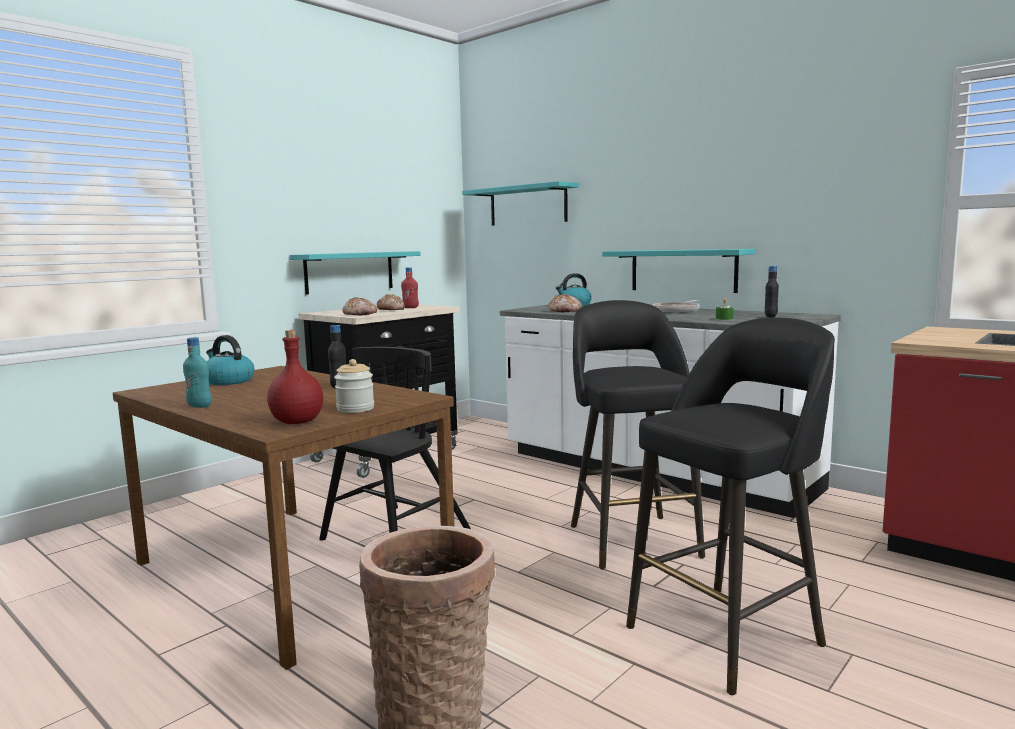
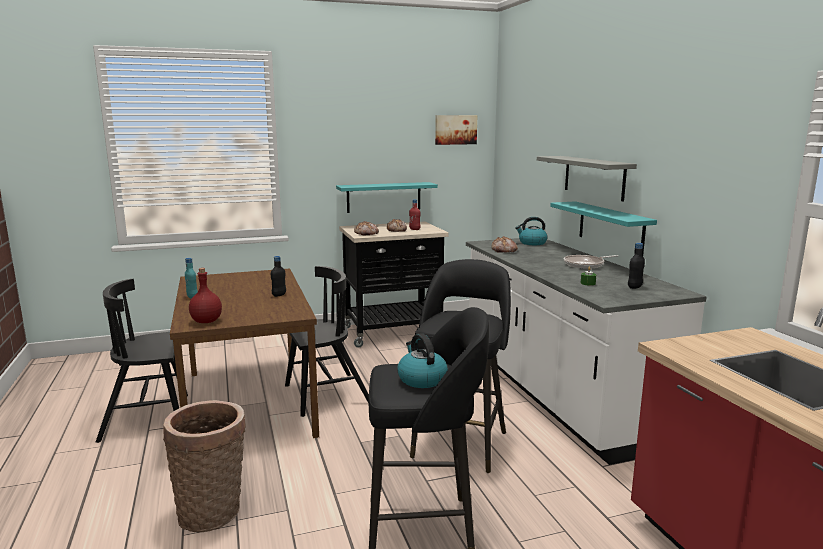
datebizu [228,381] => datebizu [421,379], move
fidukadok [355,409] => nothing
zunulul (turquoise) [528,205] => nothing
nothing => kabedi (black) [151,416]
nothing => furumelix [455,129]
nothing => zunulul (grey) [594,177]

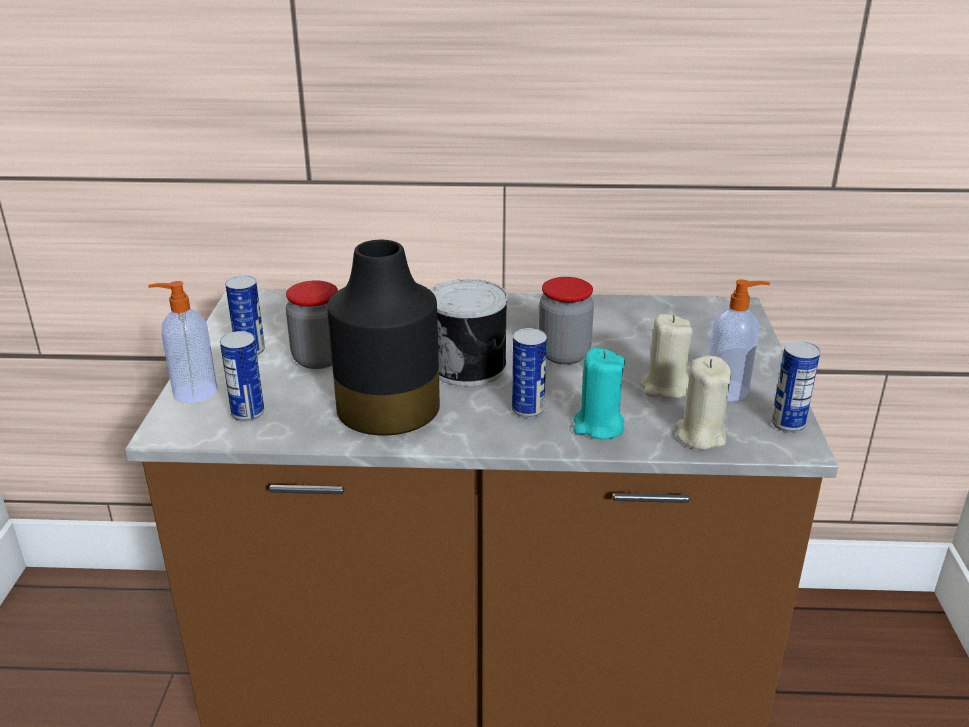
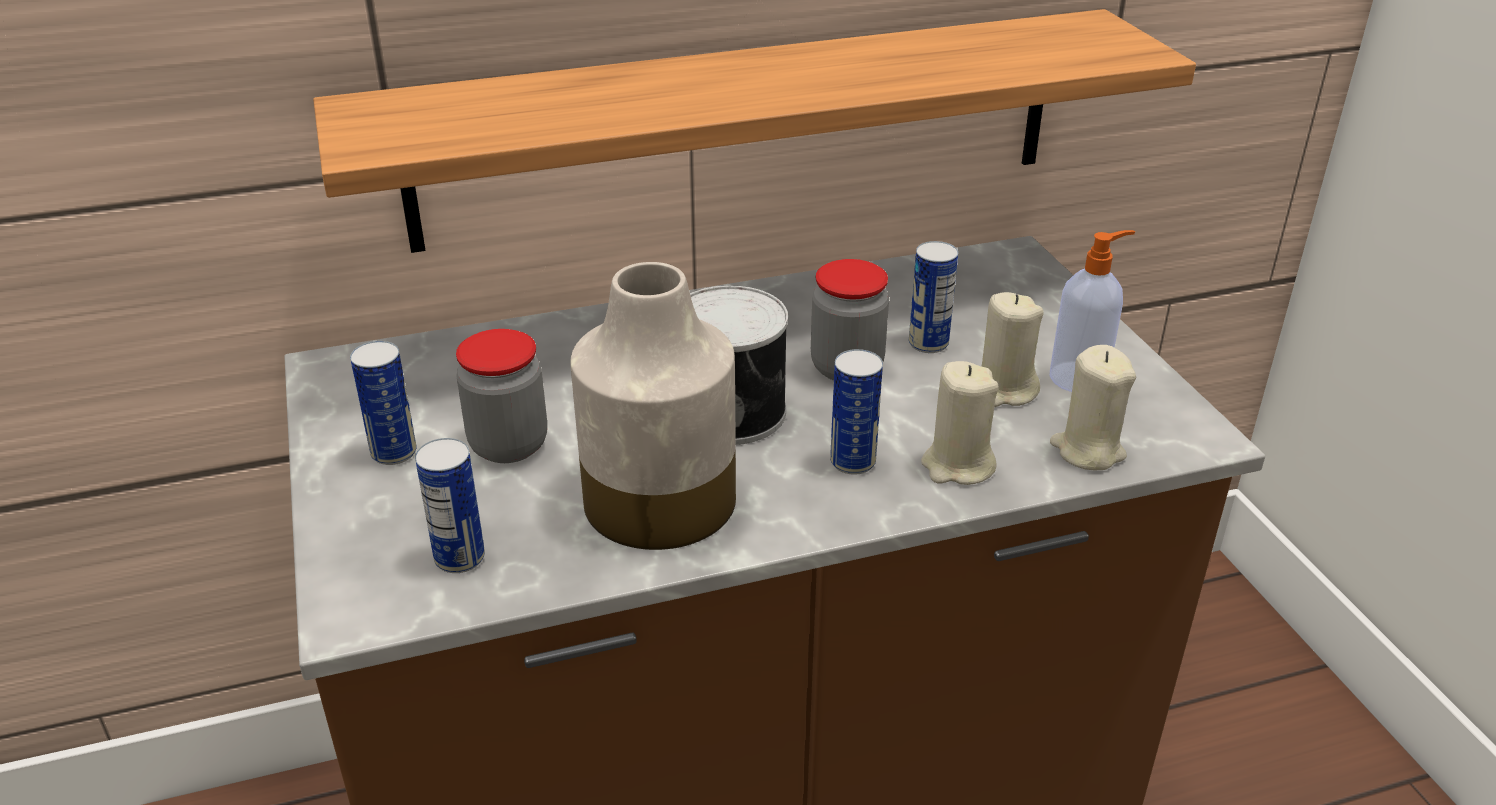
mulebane [193,392] => nothing
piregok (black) [387,405] => piregok (beige) [658,498]
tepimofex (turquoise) [598,426] => tepimofex (beige) [957,466]
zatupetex [787,424] => zatupetex [928,343], move
nothing => zunulul [740,128]

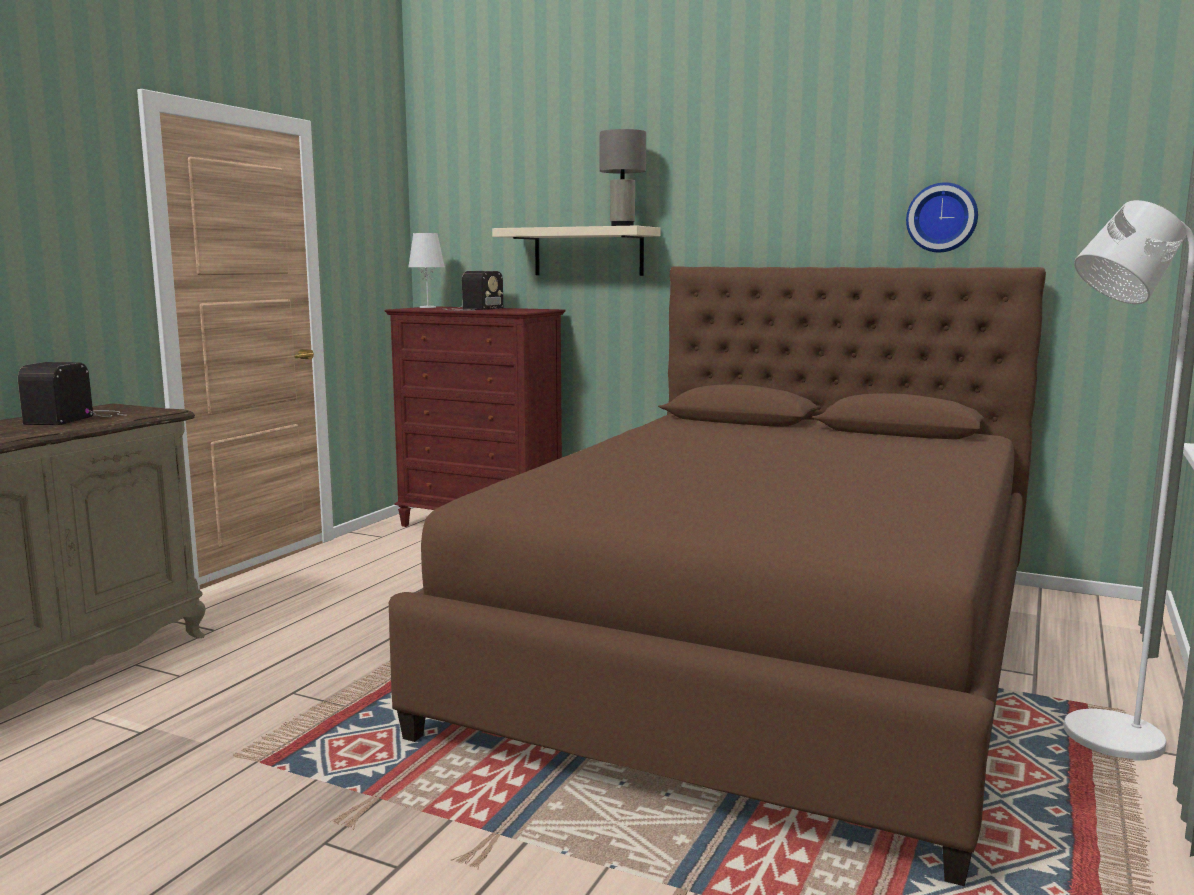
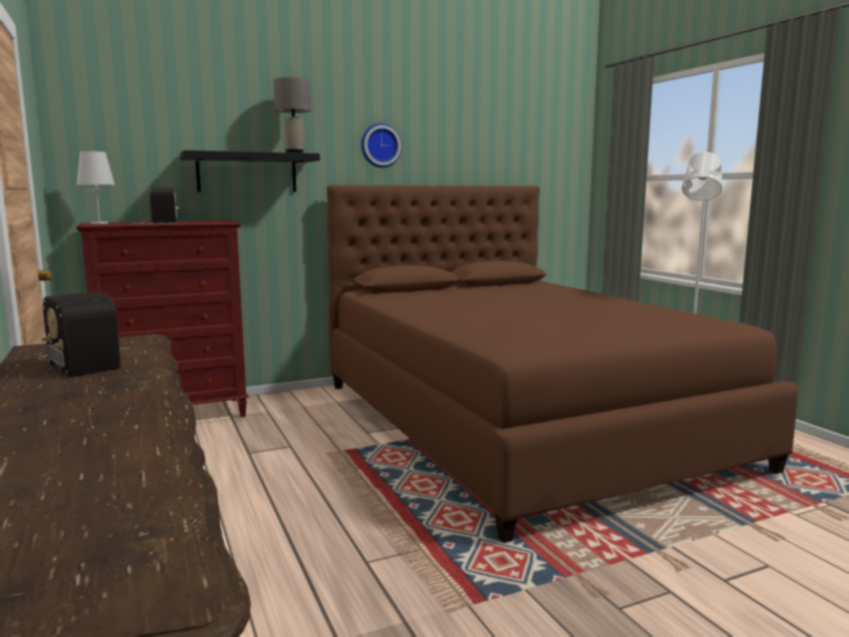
zunulul (beige) [588,252] => zunulul (black) [247,173]
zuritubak [942,218] => zuritubak [380,145], move

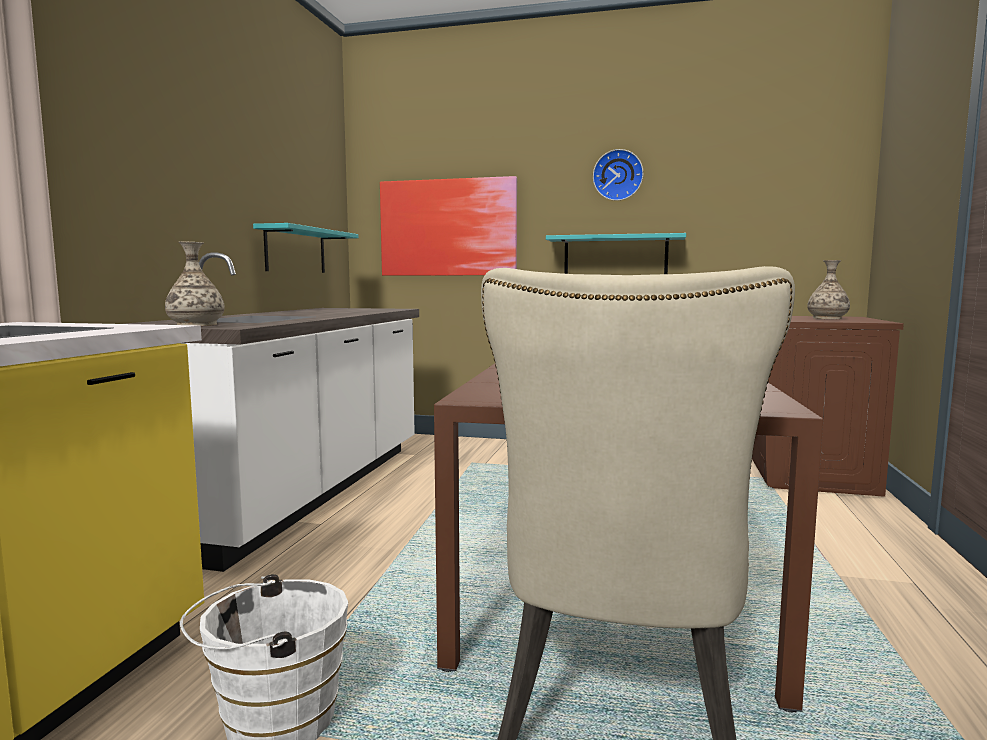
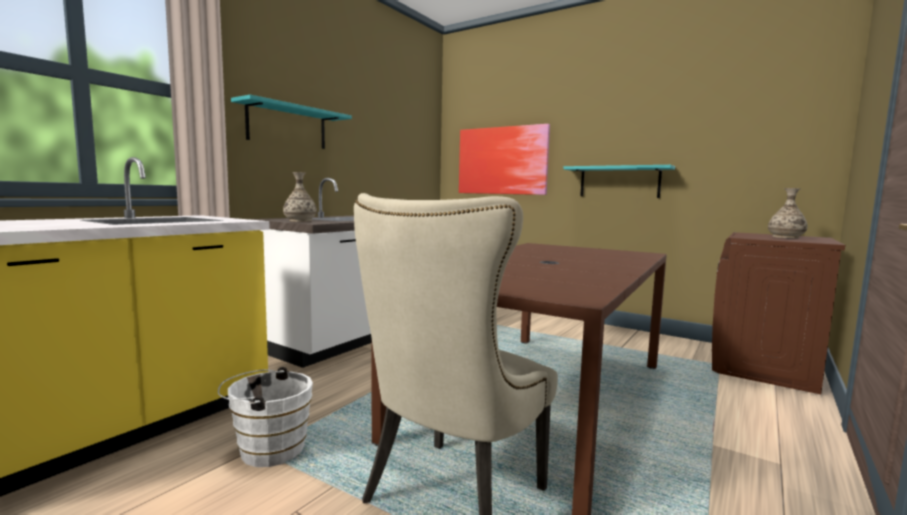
zunulul (turquoise) [295,251] => zunulul (turquoise) [287,126], move
zuritubak [618,175] => nothing

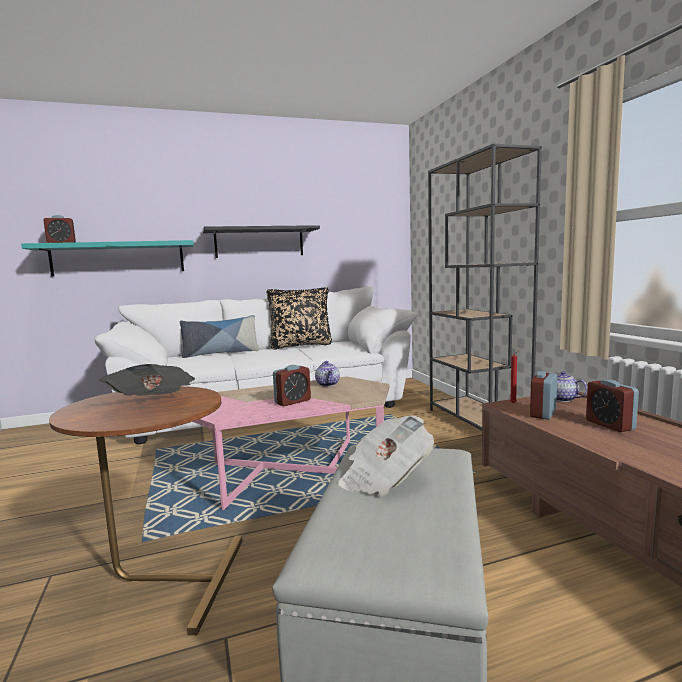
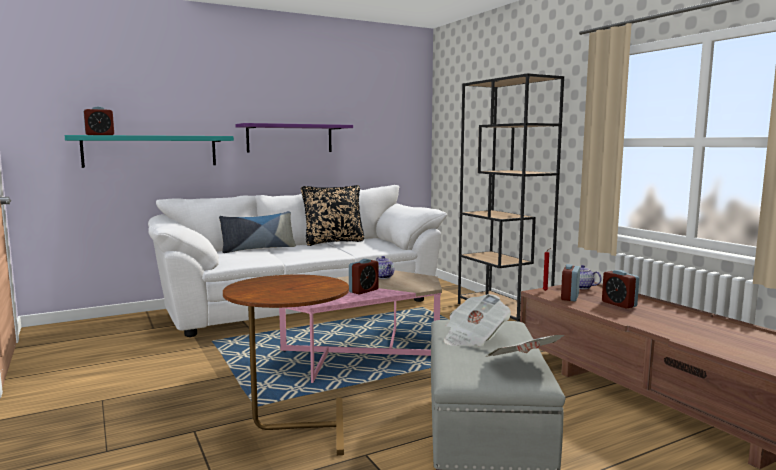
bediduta [153,405] => bediduta [522,365], move
zunulul (black) [259,242] => zunulul (purple) [290,138]

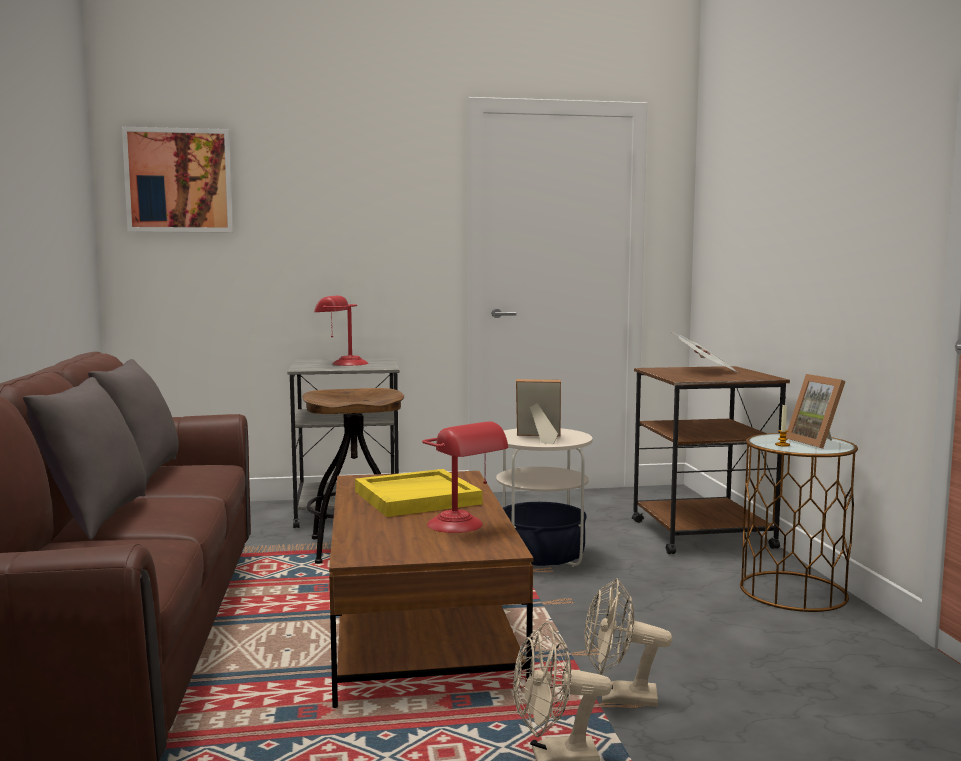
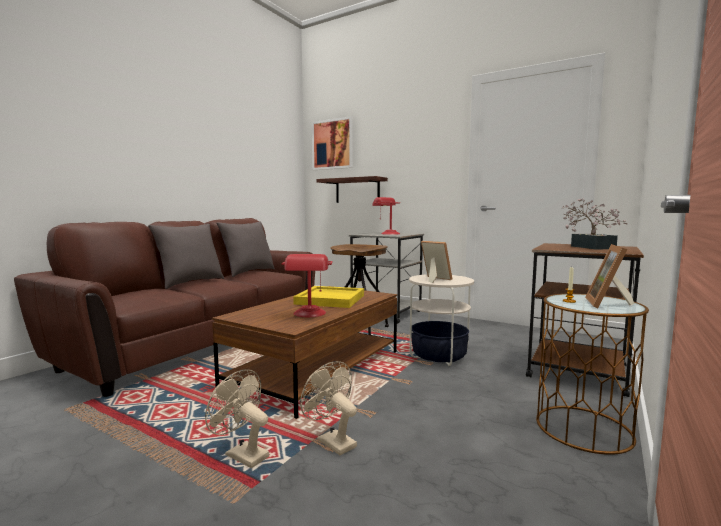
bediduta [706,371] => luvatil [589,247]
nothing => zunulul [357,190]

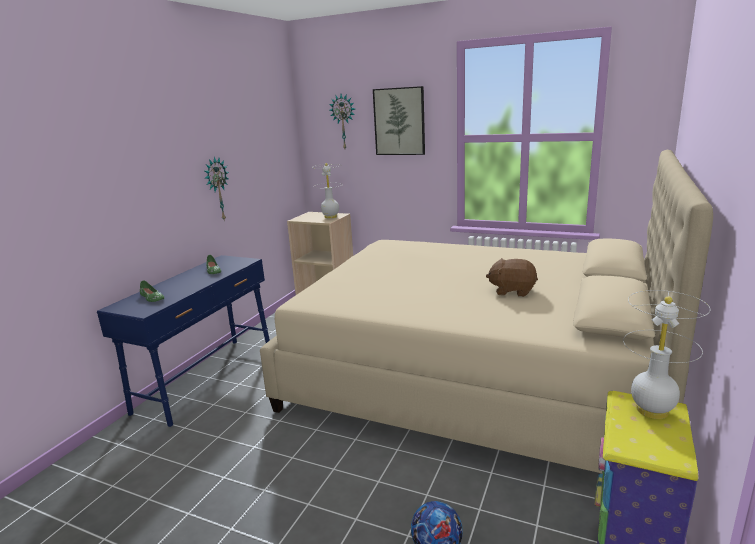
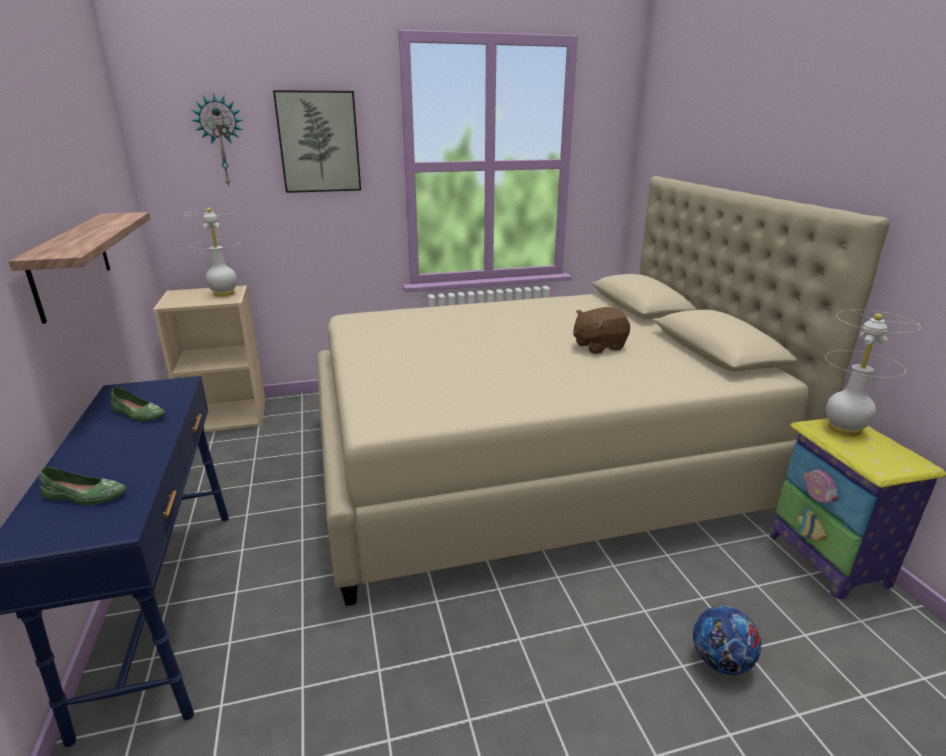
zuritubak [217,189] => zunulul [71,263]

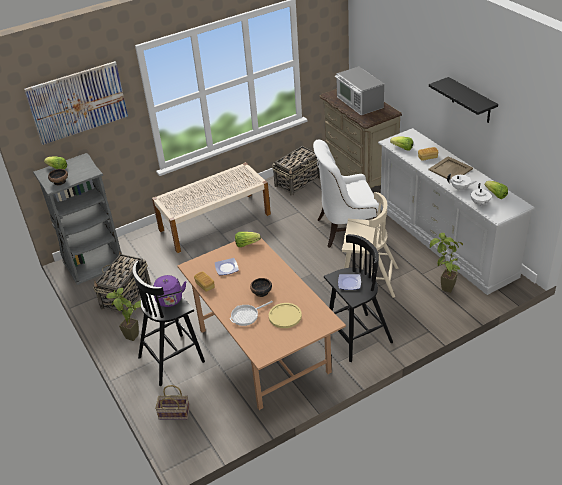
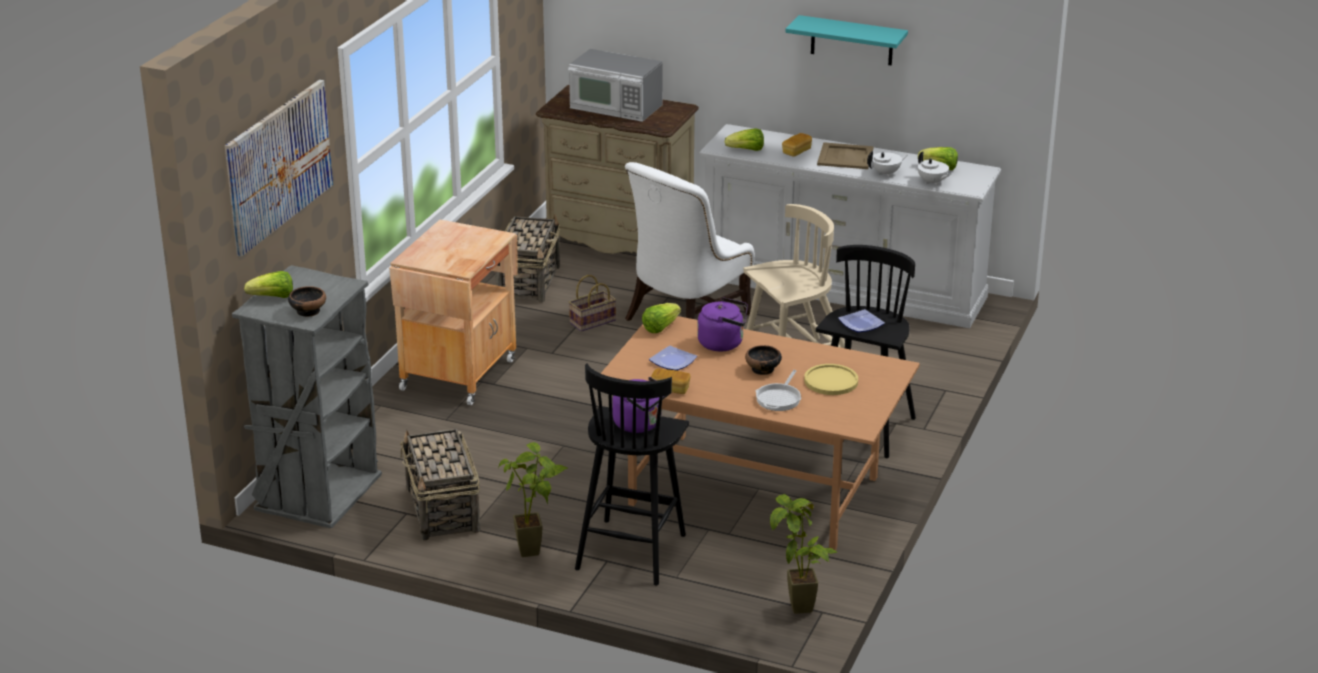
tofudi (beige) [214,222] => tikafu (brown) [459,373]
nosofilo [173,414] => nosofilo [592,322], move
zunulul (black) [471,101] => zunulul (turquoise) [852,40]
luvatil [444,291] => luvatil [800,614], move
nothing => datebizu (purple) [723,343]

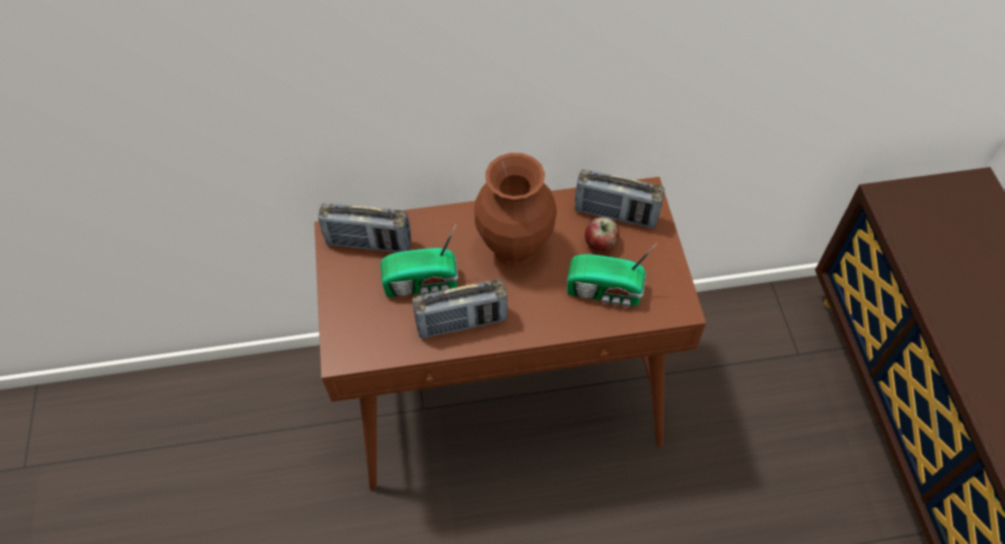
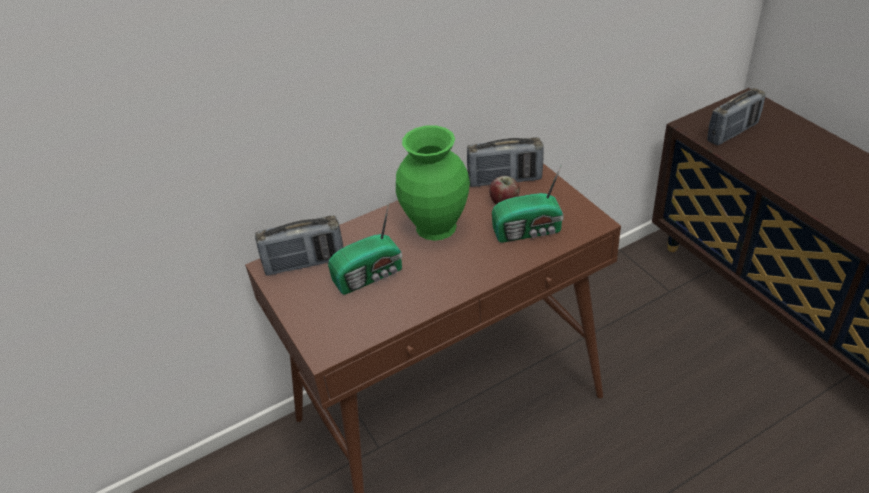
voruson [462,323] => voruson [732,132], move
piregok (brown) [514,247] => piregok (green) [434,226]

